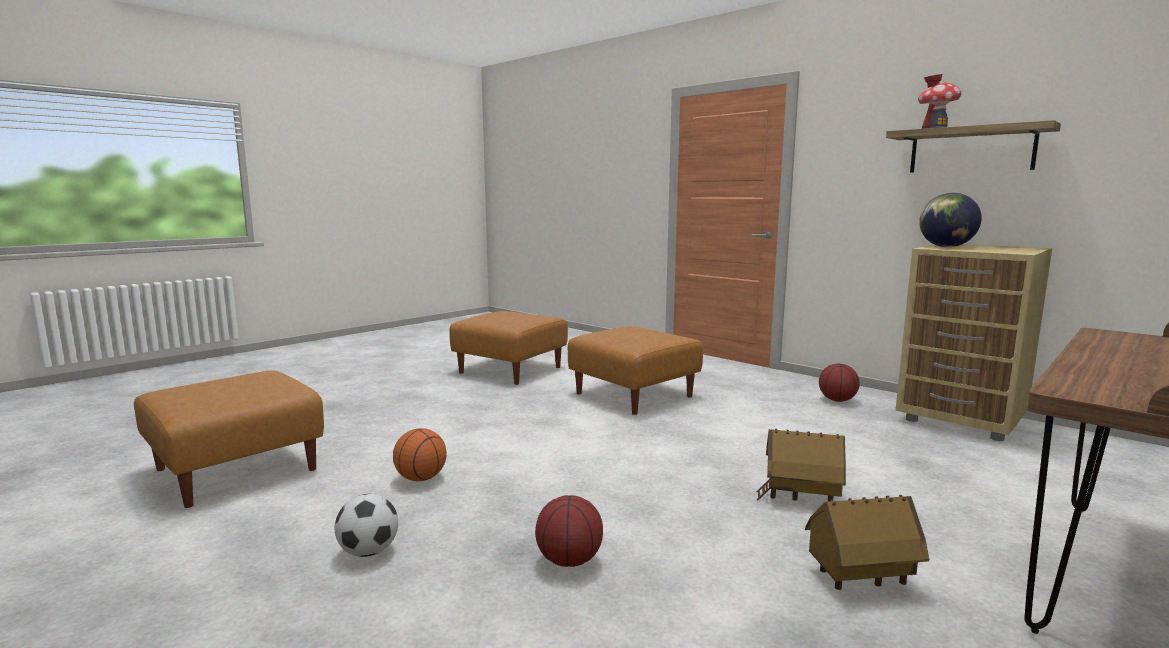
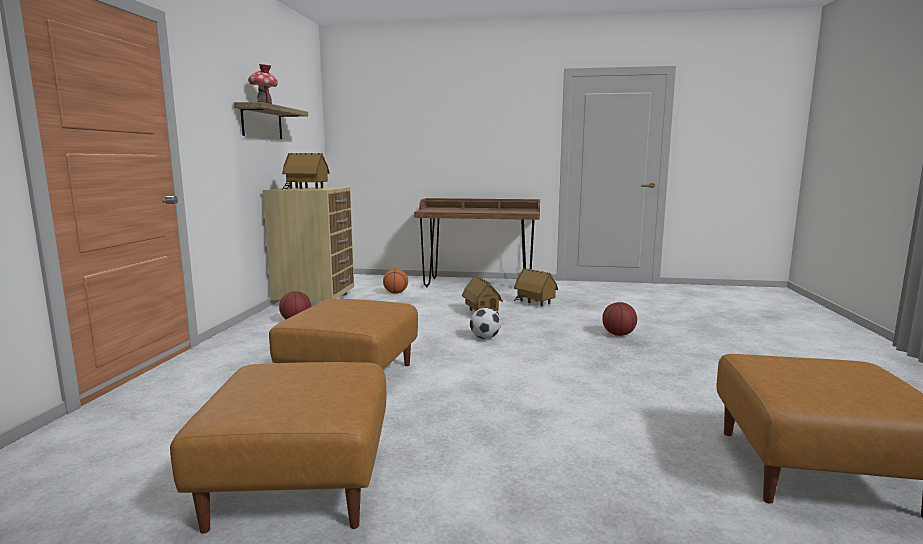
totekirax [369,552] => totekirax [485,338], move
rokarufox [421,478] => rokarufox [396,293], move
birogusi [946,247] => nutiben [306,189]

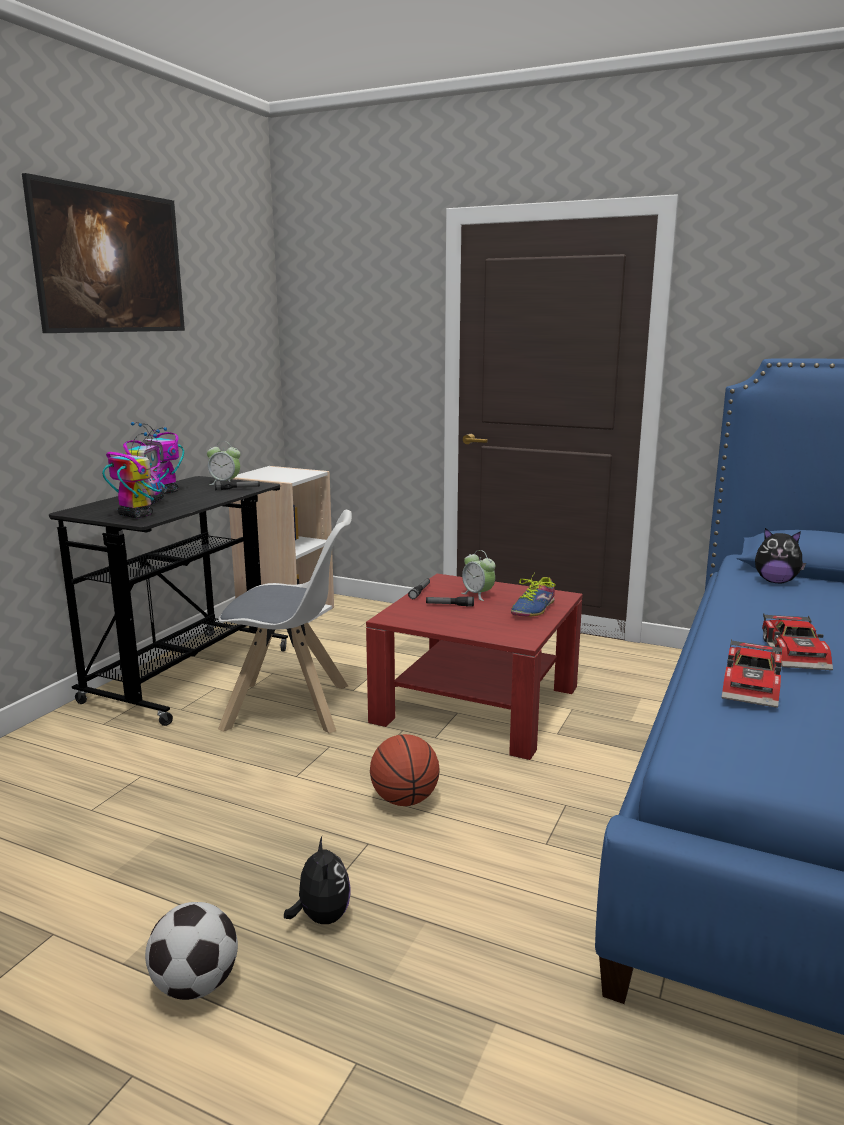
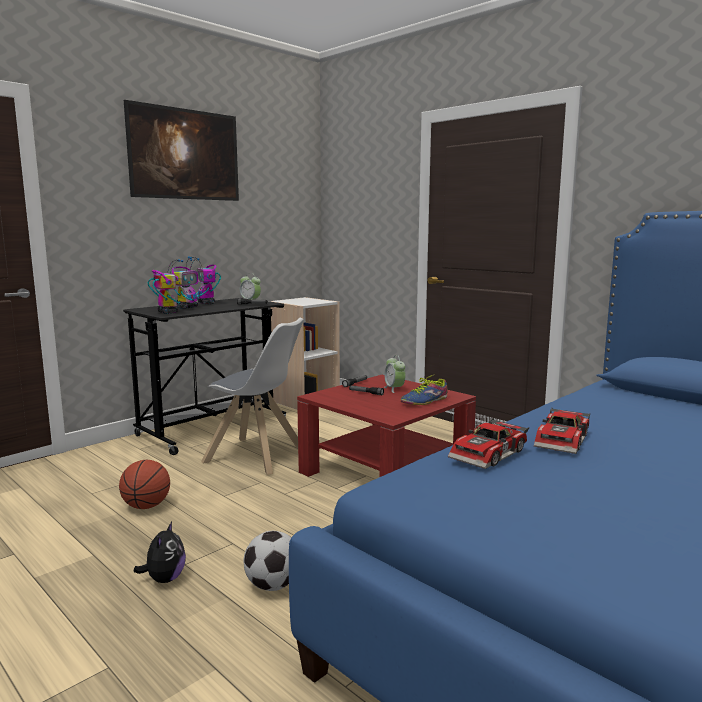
totekirax [195,985] => totekirax [272,585], move
rokarufox [405,800] => rokarufox [146,506], move
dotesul [775,581] => nothing

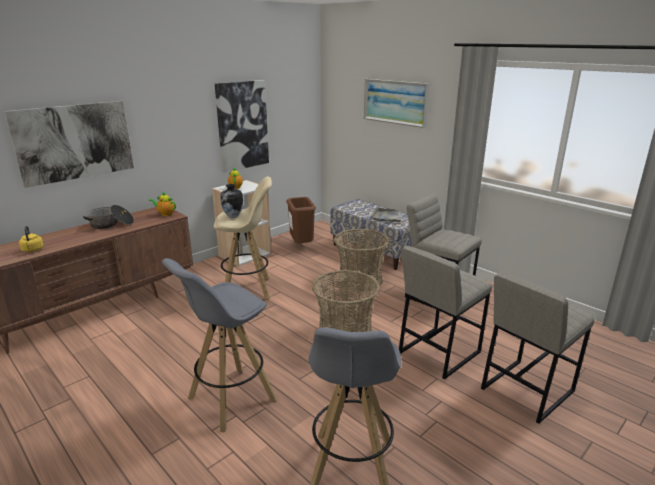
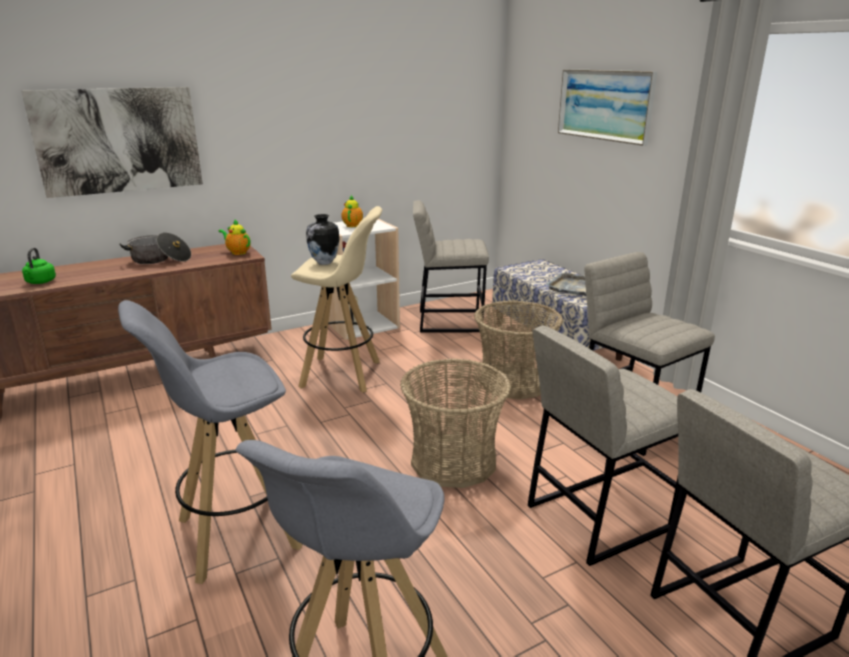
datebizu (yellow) [32,250] => datebizu (green) [40,282]
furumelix [242,125] => nothing
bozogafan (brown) [301,245] => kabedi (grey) [448,321]

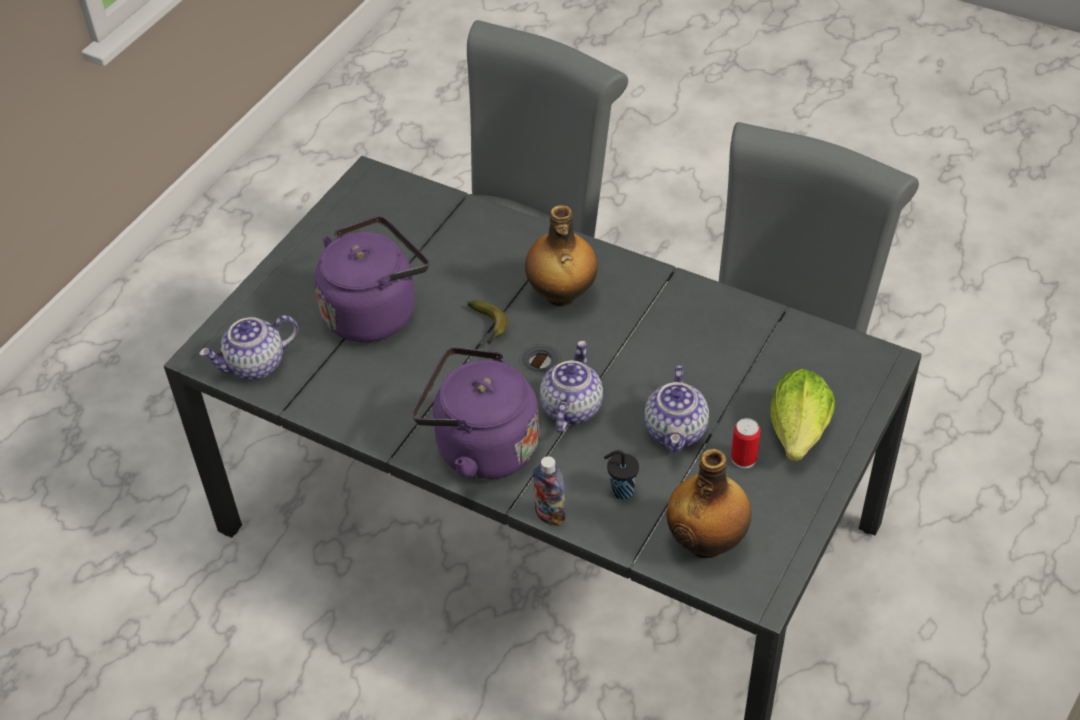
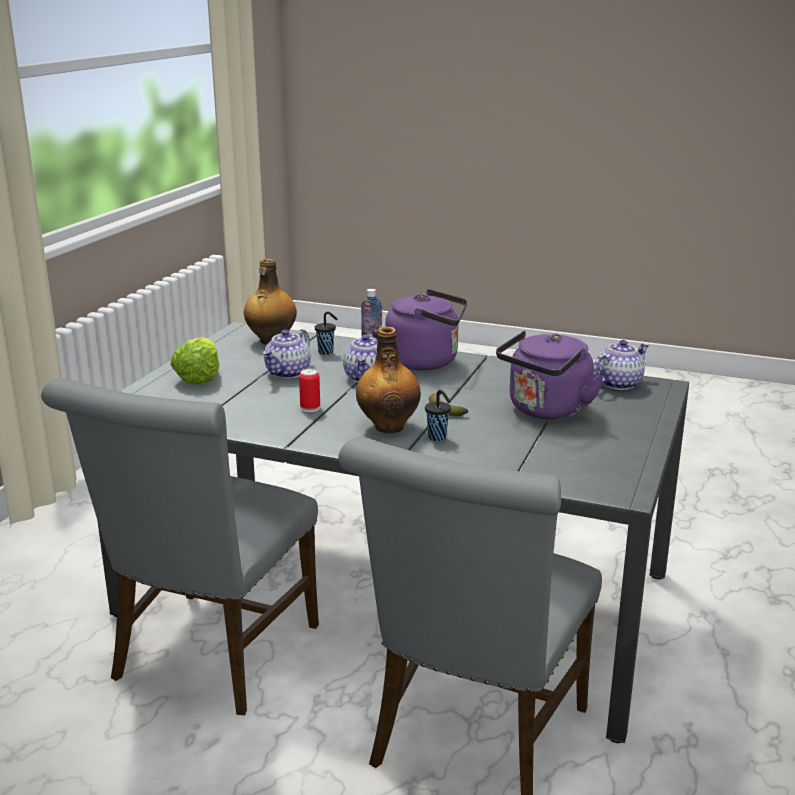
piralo [676,431] => piralo [288,373], 150 degrees counterclockwise
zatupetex [743,458] => zatupetex [310,408], move
nothing => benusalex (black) [438,438]

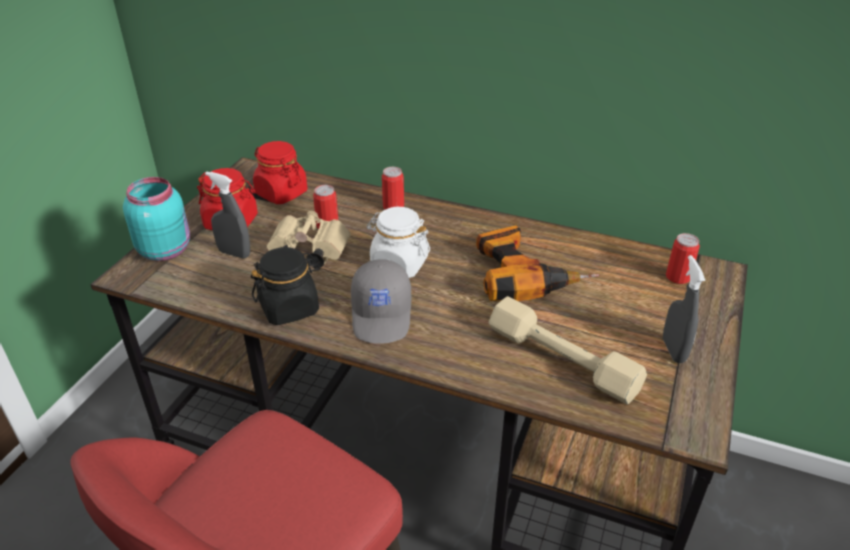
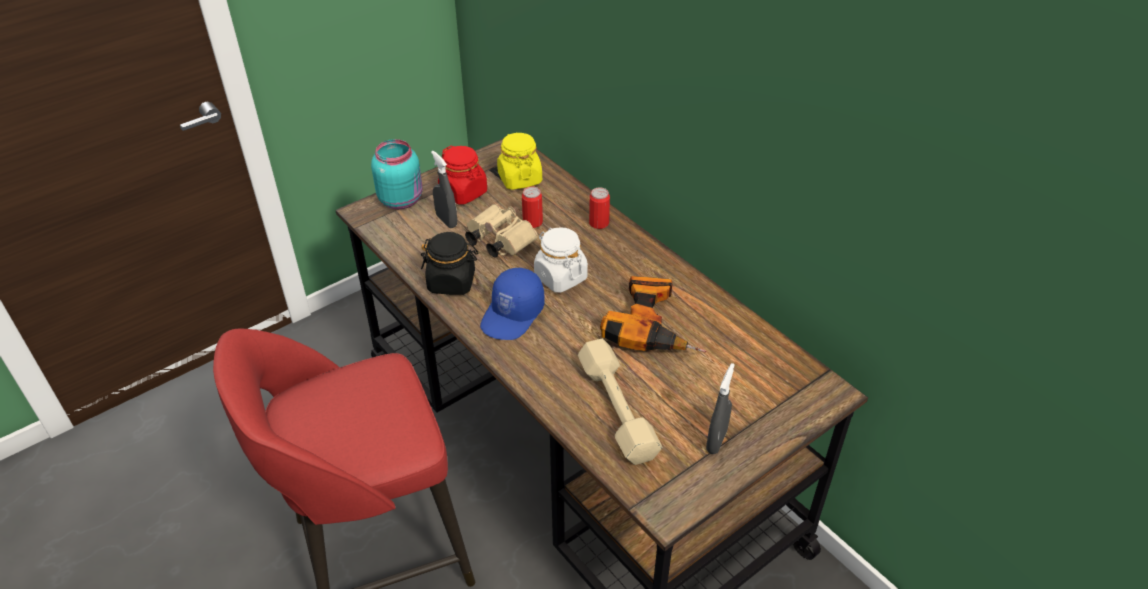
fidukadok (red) [281,193] => fidukadok (yellow) [519,179]
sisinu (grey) [382,315] => sisinu (blue) [513,315]
zatupetex [678,277] => nothing

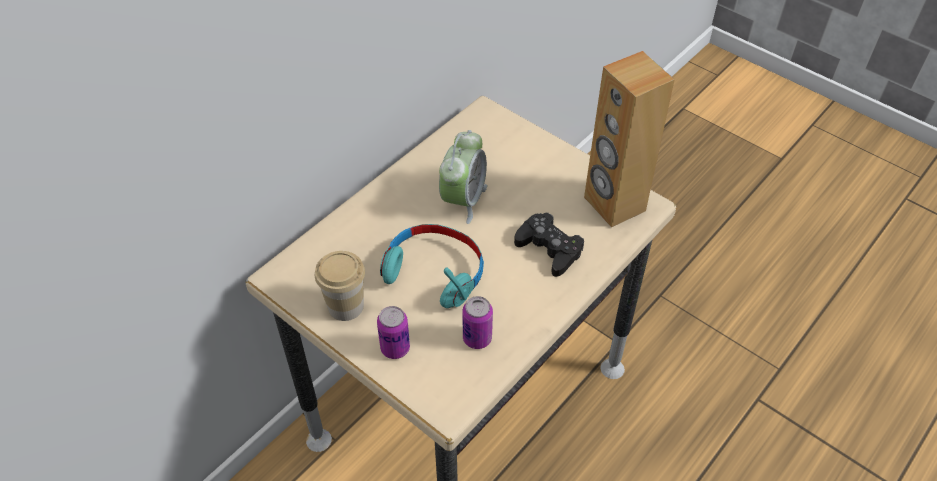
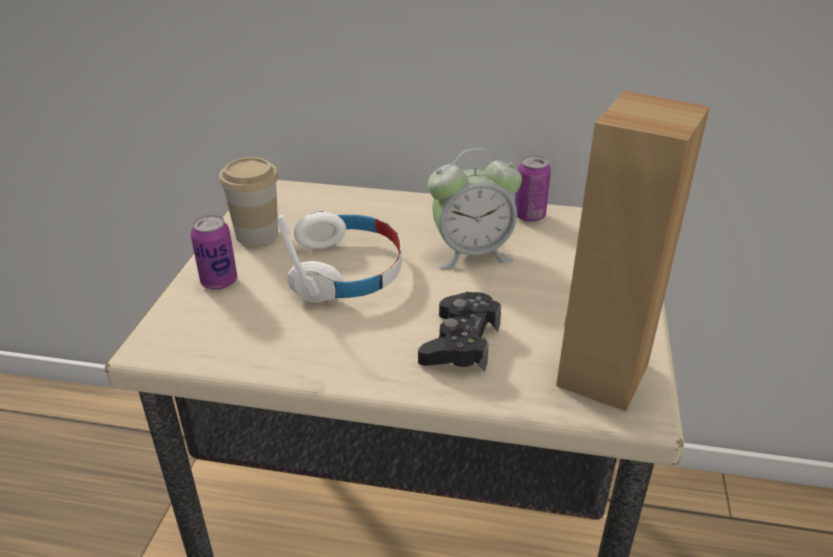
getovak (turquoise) [434,272] => getovak (white) [346,270]
zatupetex [477,338] => zatupetex [529,216], move

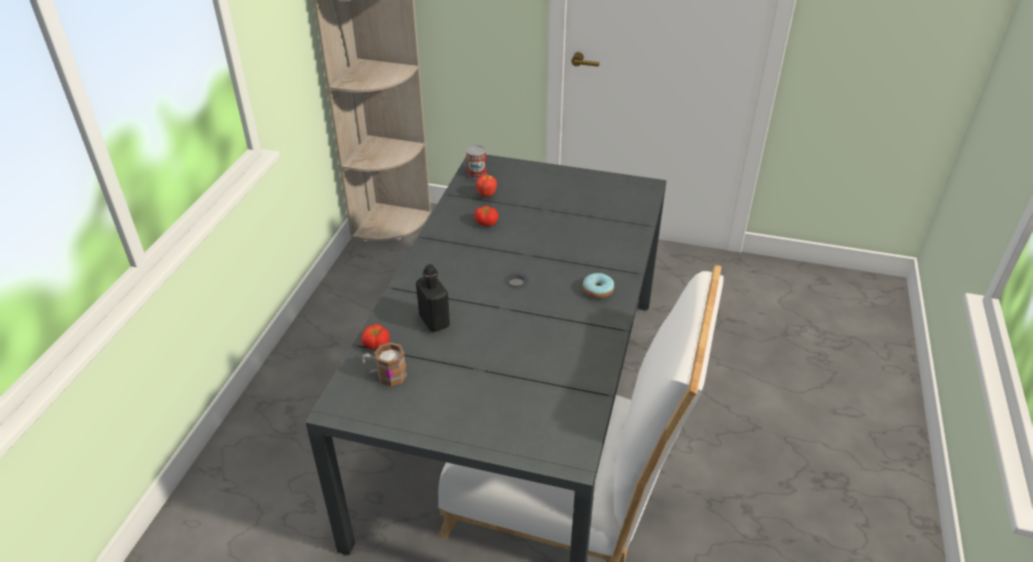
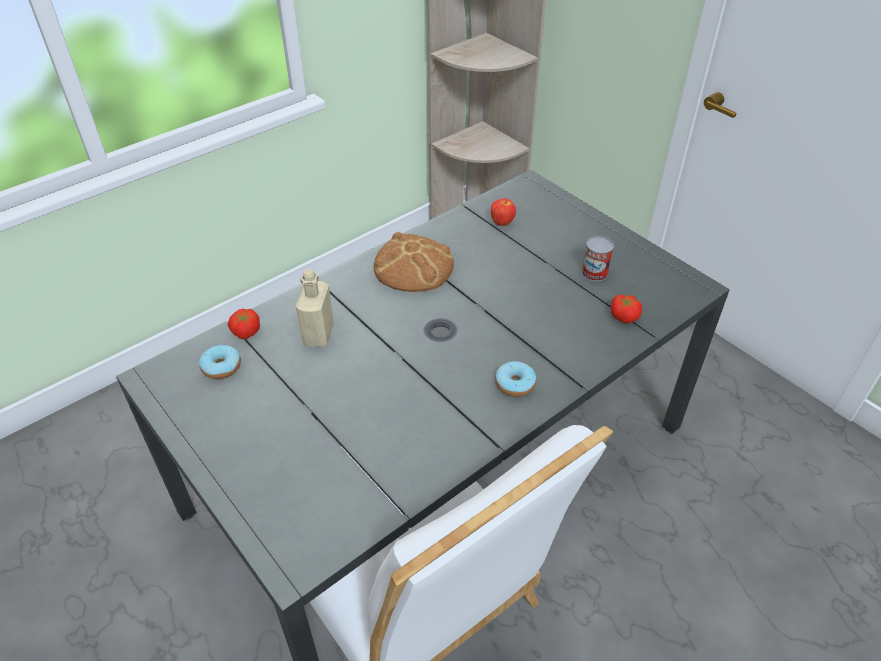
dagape [385,375] => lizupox [221,367]
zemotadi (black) [434,321] => zemotadi (beige) [318,334]
zatupetex [476,173] => zatupetex [594,272], move
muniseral [486,222] => muniseral [624,316], move
nothing => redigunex [413,266]

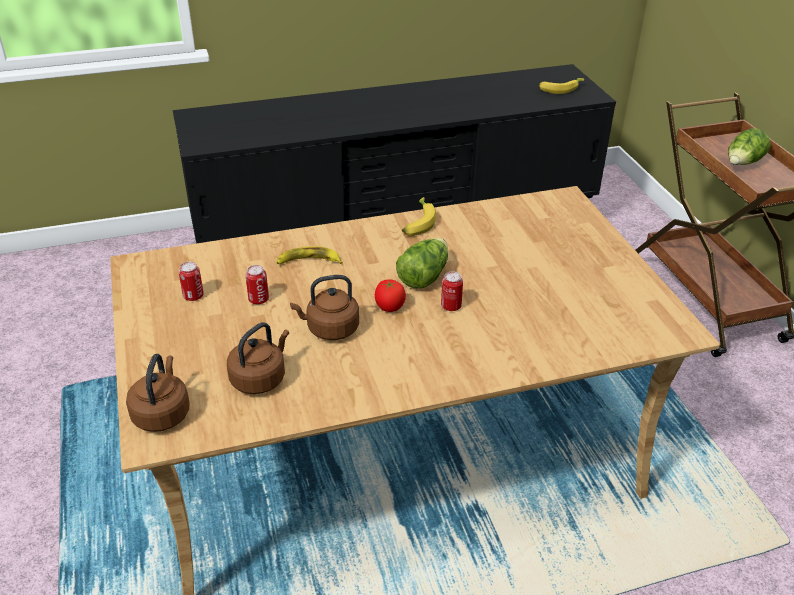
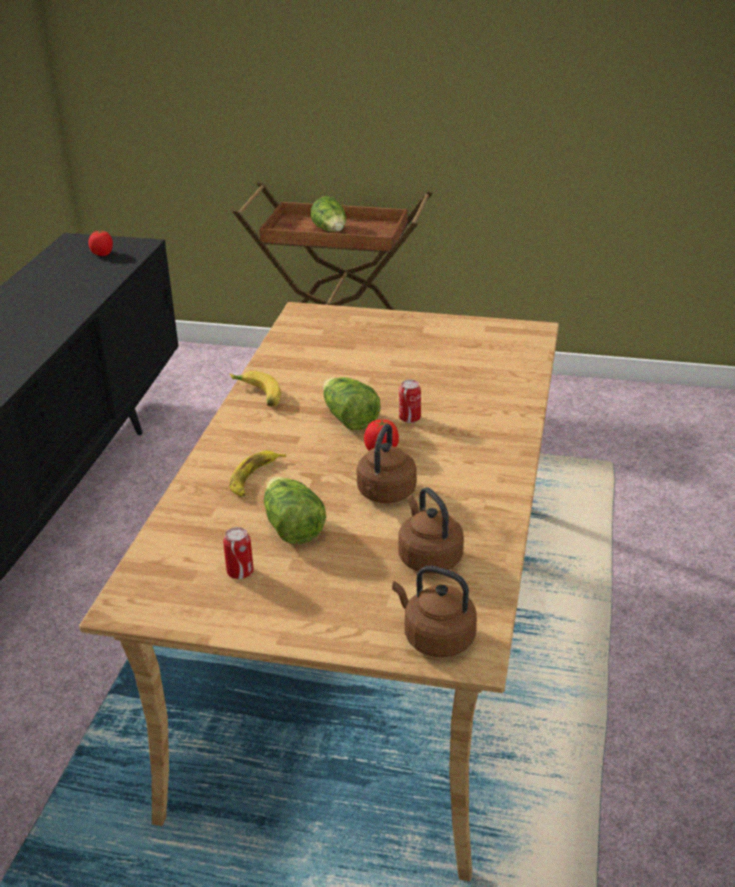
zatupetex [258,299] => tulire [292,527]
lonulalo [560,89] => muniseral [102,254]

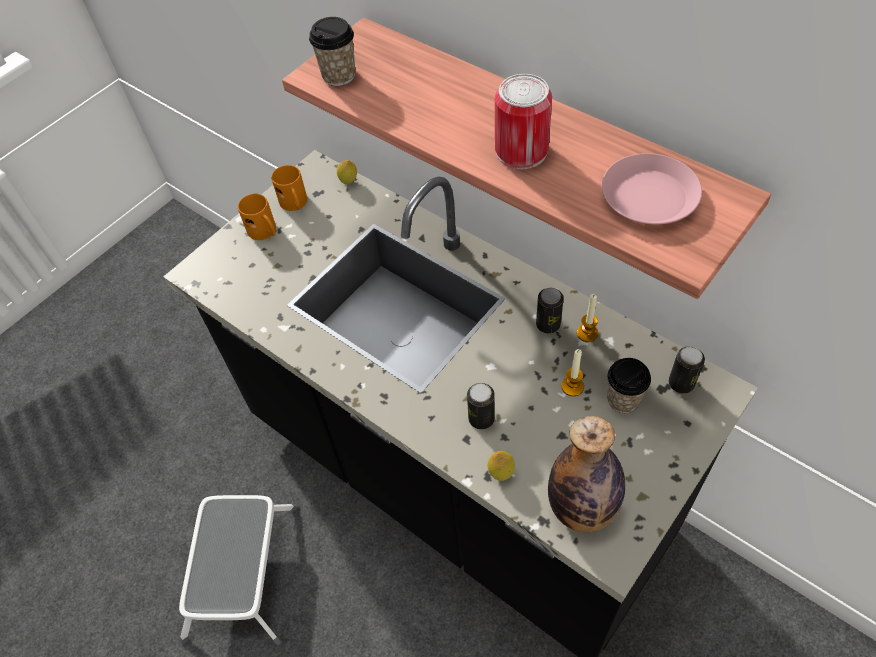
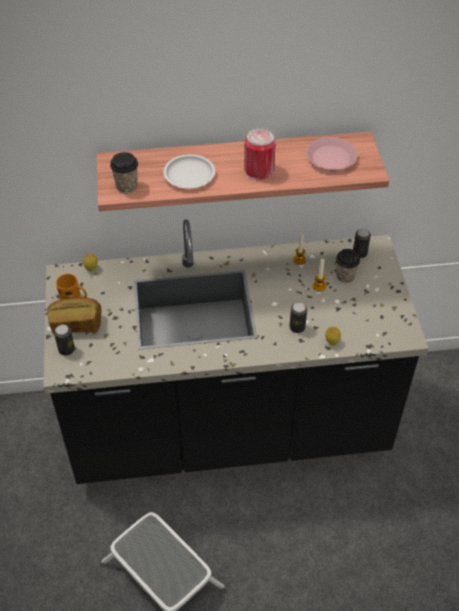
dagape (orange) [265,232] => redigunex [76,324]
zatupetex [548,324] => zatupetex [66,349], move
zemotadi [582,507] => nothing
nothing => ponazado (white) [189,175]

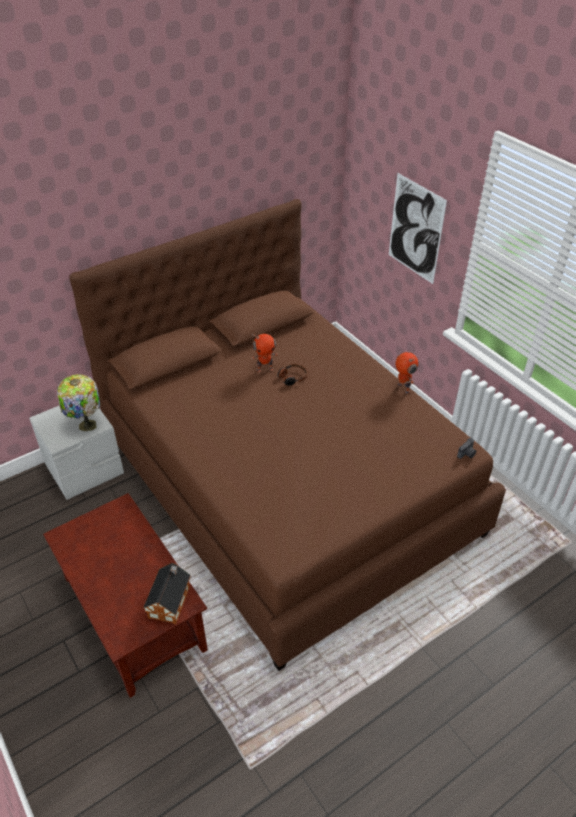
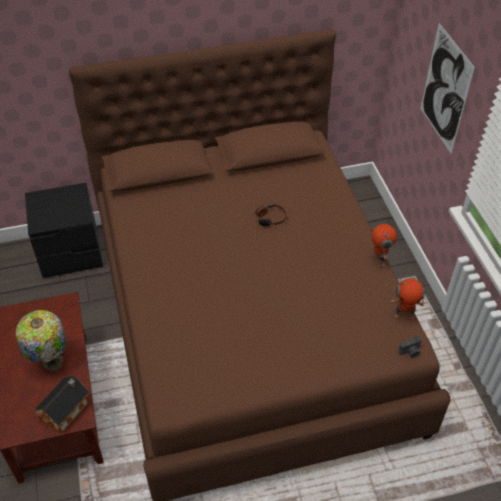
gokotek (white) [84,469] => gokotek (black) [70,252]
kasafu [86,426] => kasafu [51,362], move
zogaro [265,369] => zogaro [404,315], move

